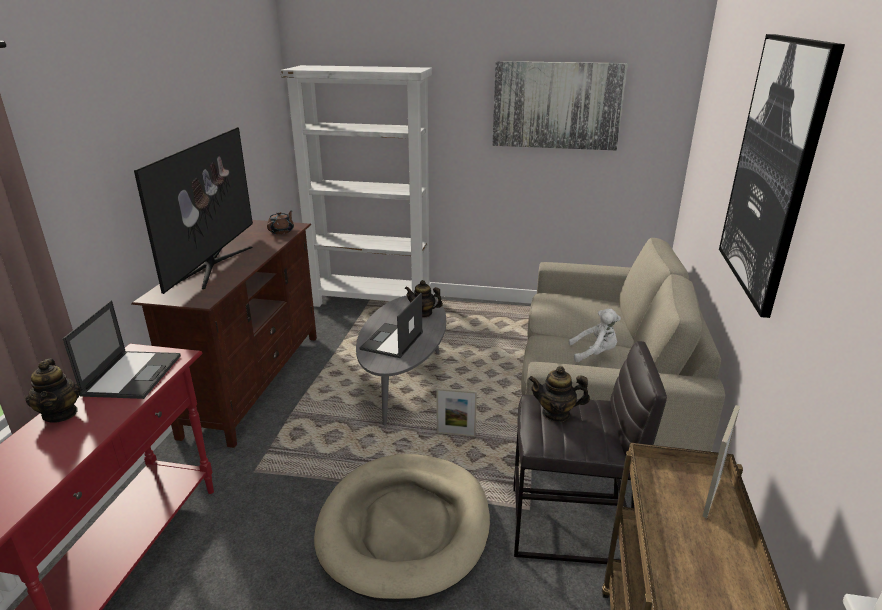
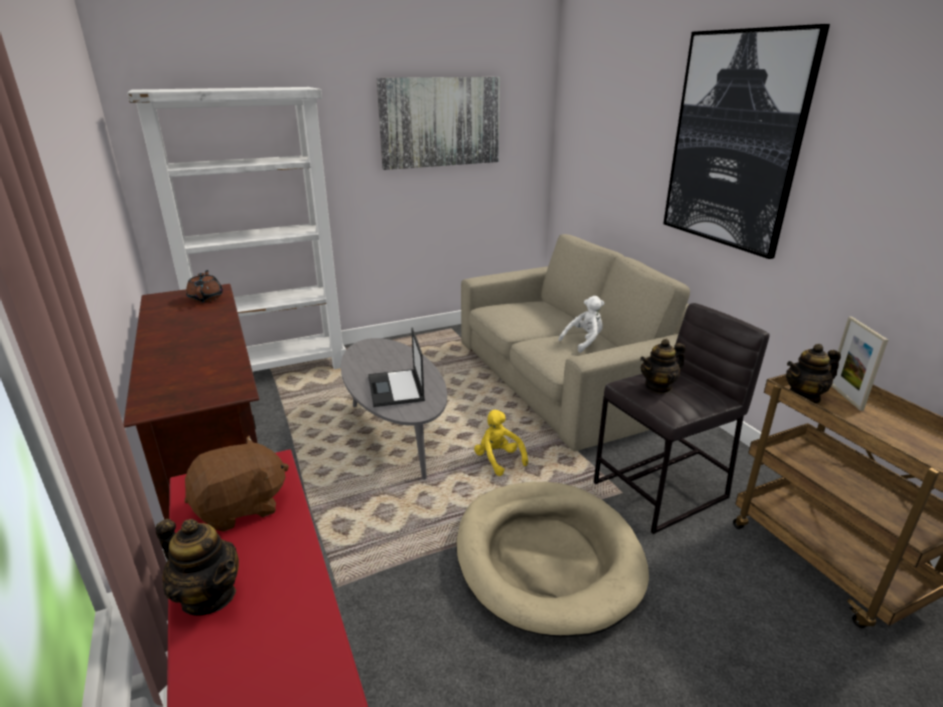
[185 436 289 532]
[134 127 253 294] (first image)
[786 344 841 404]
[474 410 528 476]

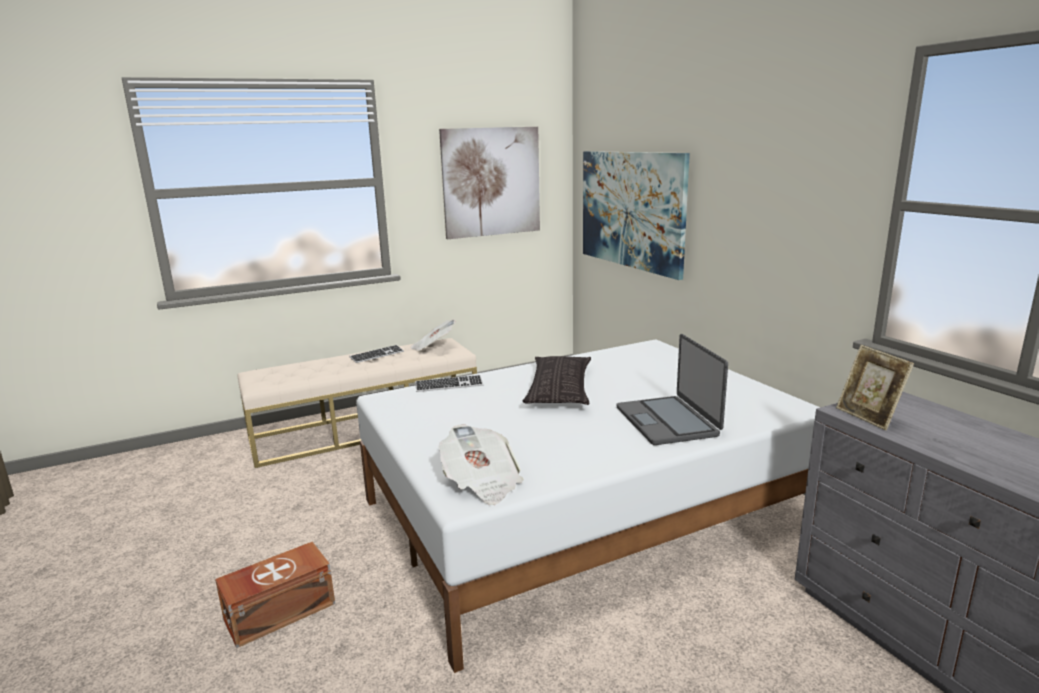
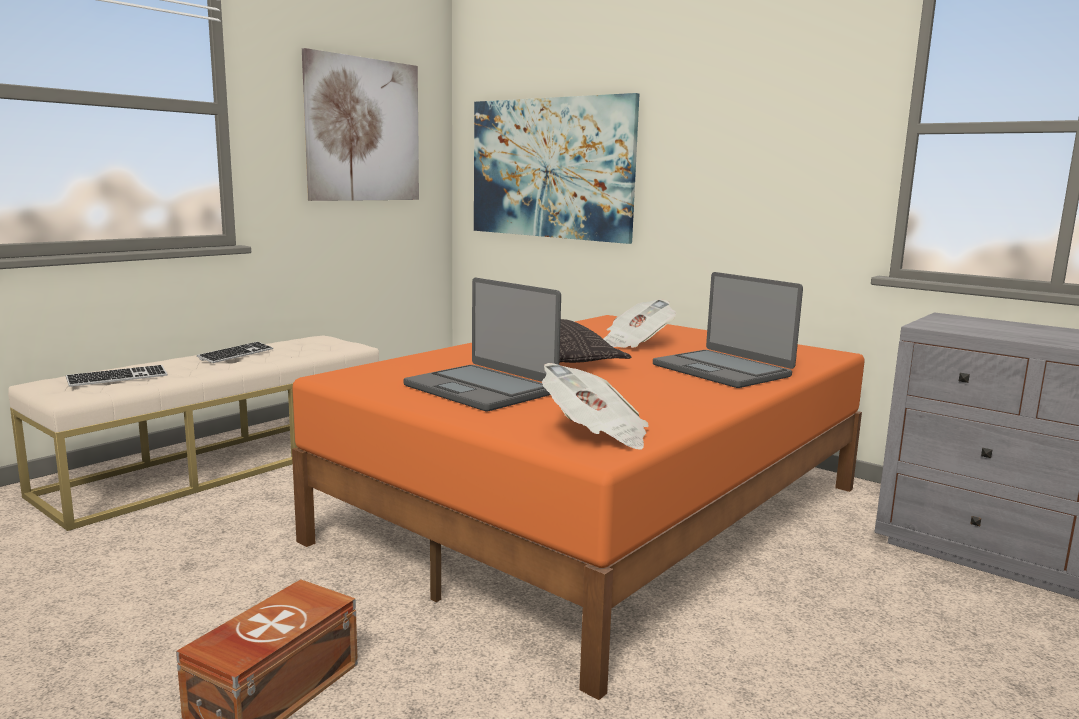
[292 315 865 700]
[604 299 676 348]
[66 365 167 387]
[836 345 914 430] (first image)
[403 278 561 411]

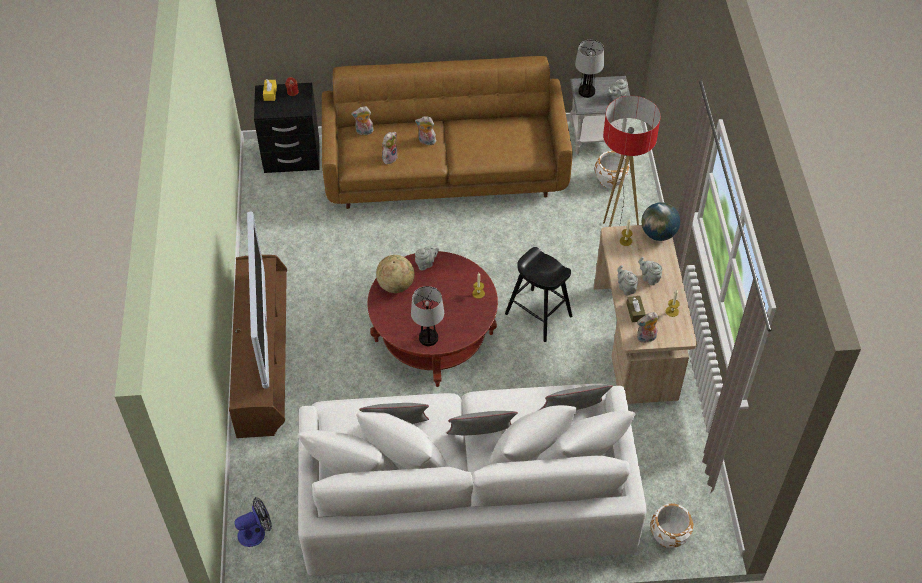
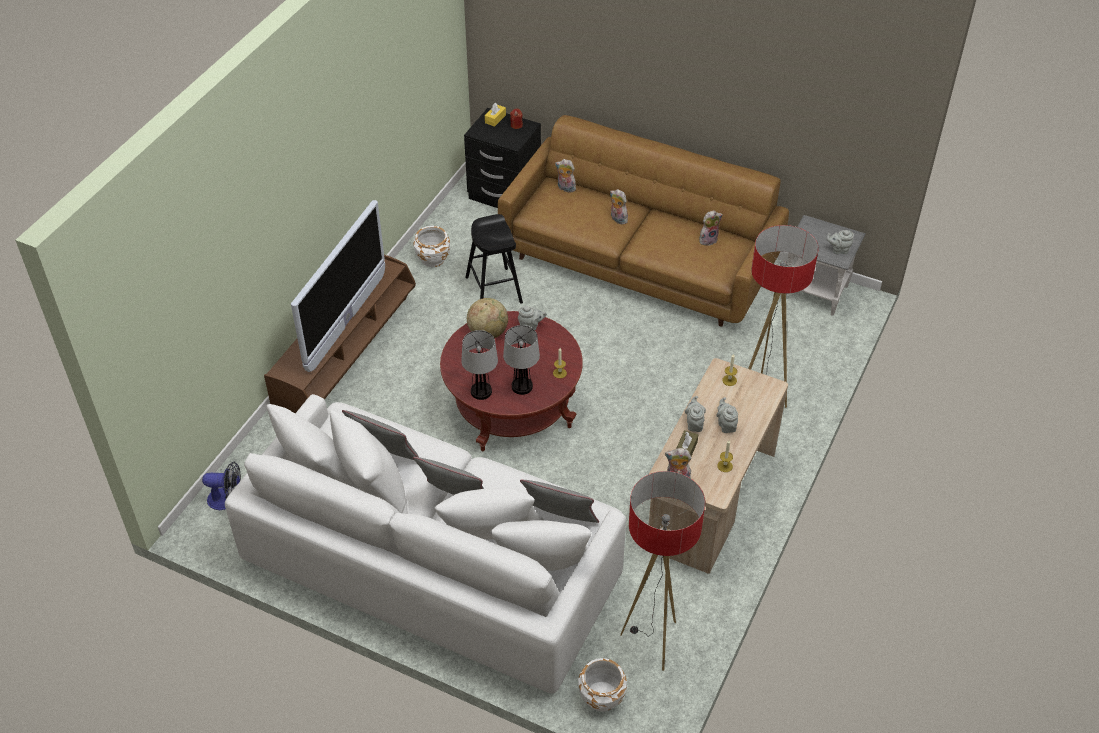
[699 211 723 247]
[465 214 523 304]
[503 325 540 395]
[413 226 450 267]
[642 202 680 241] (first image)
[620 471 705 671]

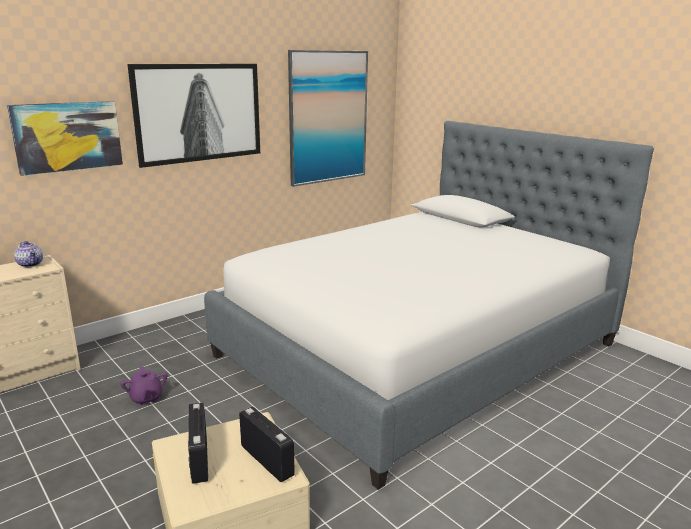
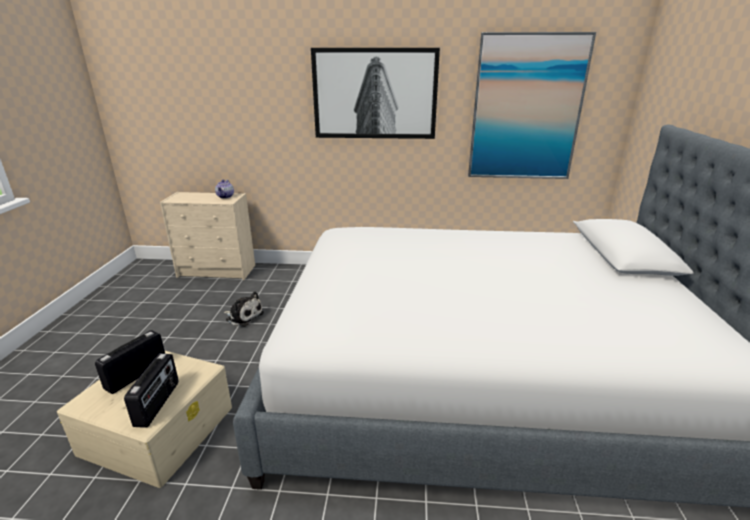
[7 101 123 176] (first image)
[223 292 264 327]

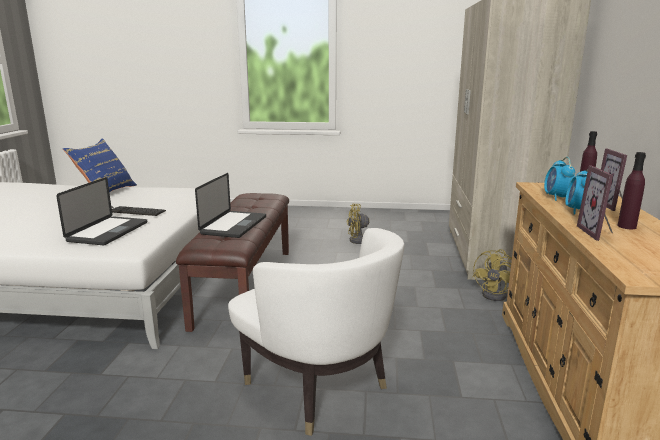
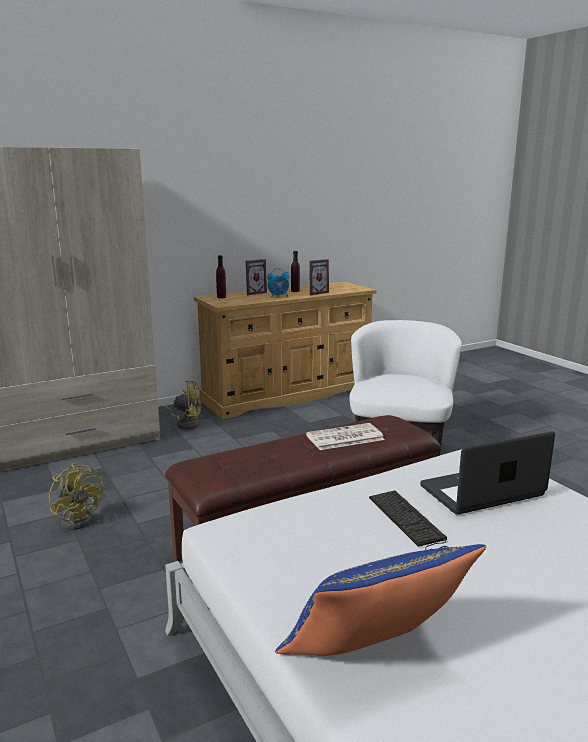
[306 423 385 450]
[544 157 575 201] (first image)

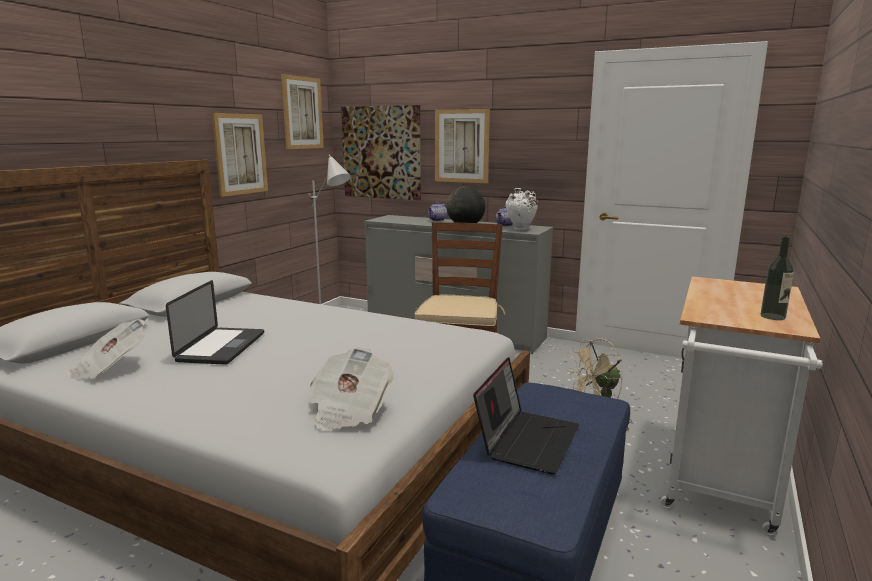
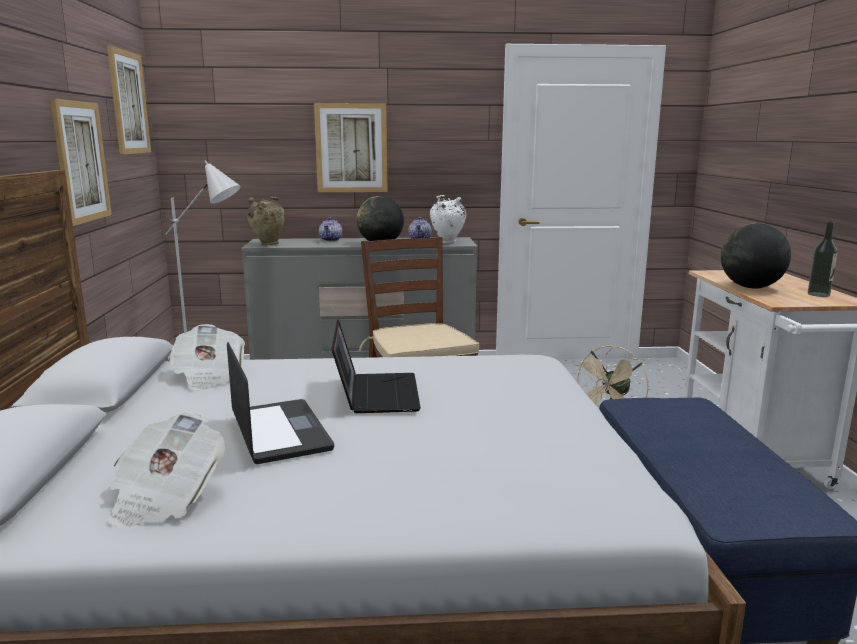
[168 324 245 391]
[341 105 421 200] (first image)
[331 320 421 413]
[246 196 285 246]
[721 223 791 289]

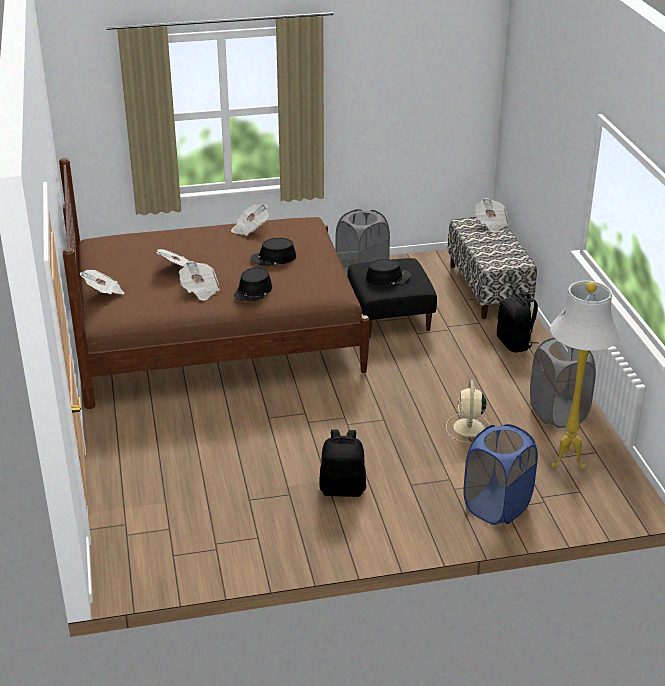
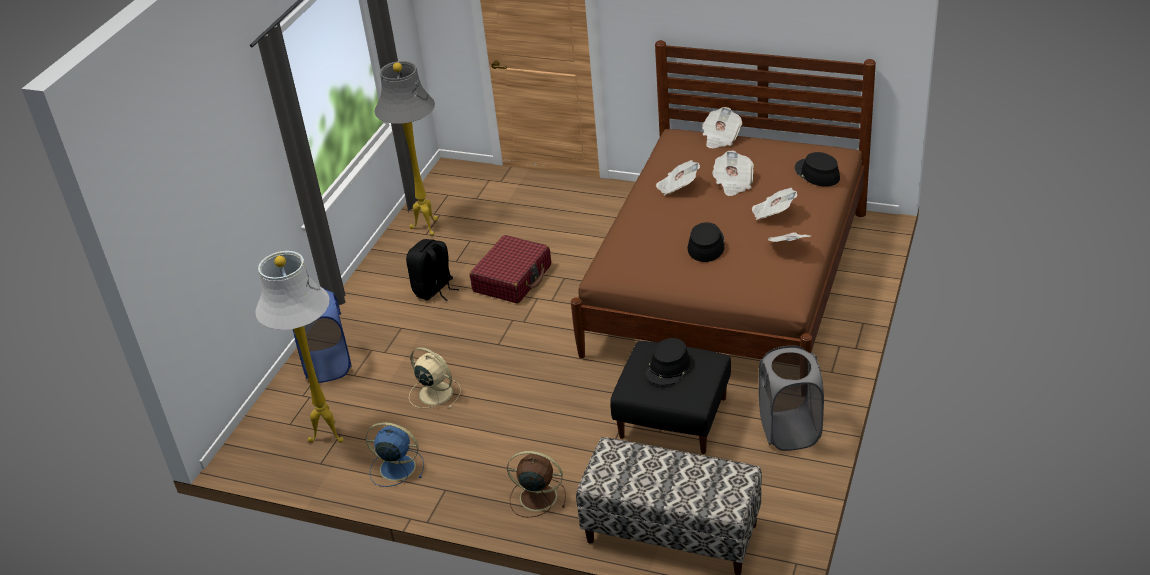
[795 152 840 187]
[752 188 797 220]
[507 451 566 518]
[366 422 424 487]
[375 61 438 236]
[470 235 551 304]

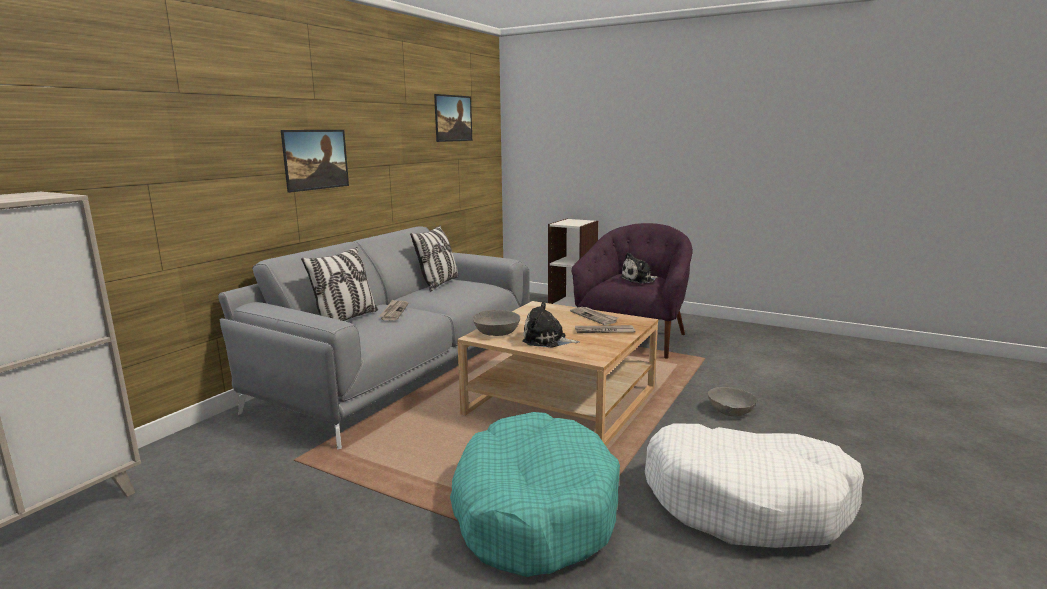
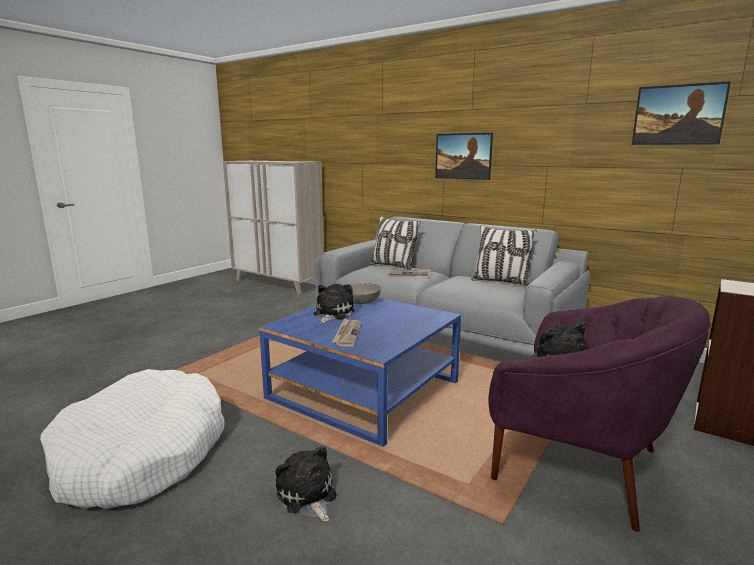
[450 412 620 577] (first image)
[259 298 461 447]
[570 307 618 325] (first image)
[275 446 336 522]

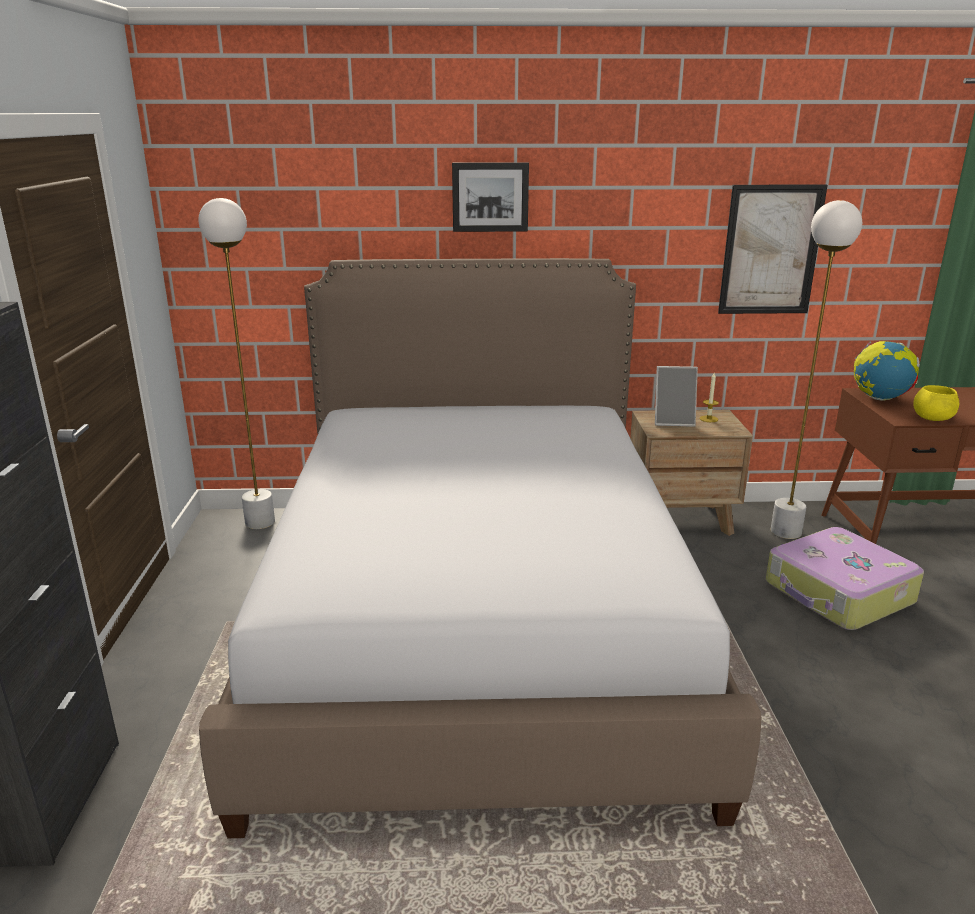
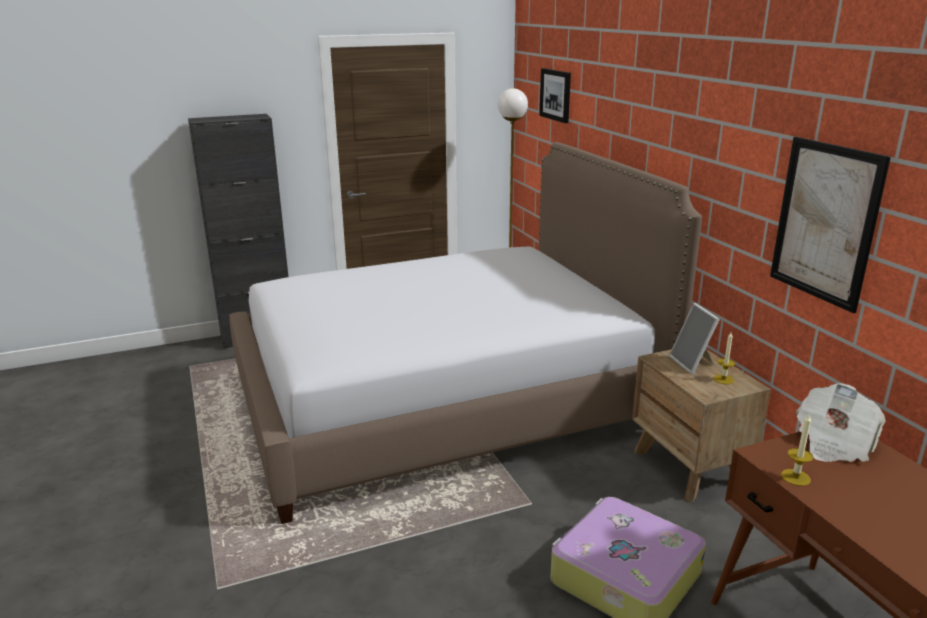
[539 68 571 123]
[771 200 862 539] (first image)
[796 383 886 462]
[781 414 813 486]

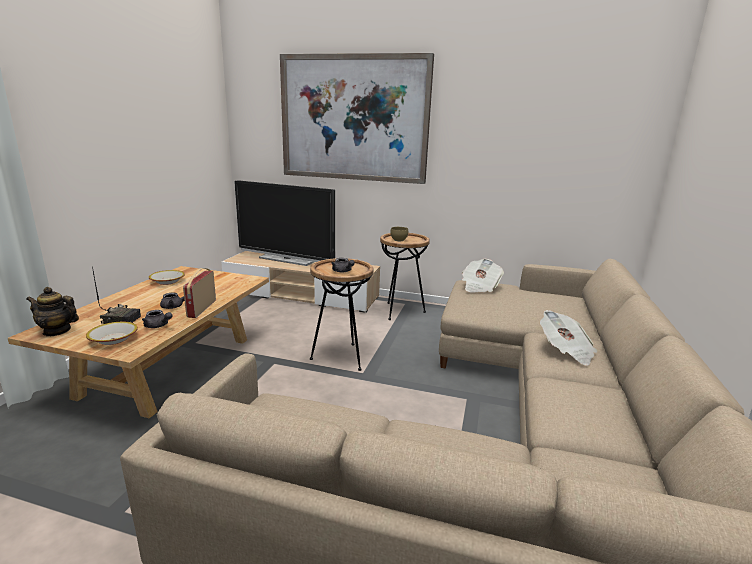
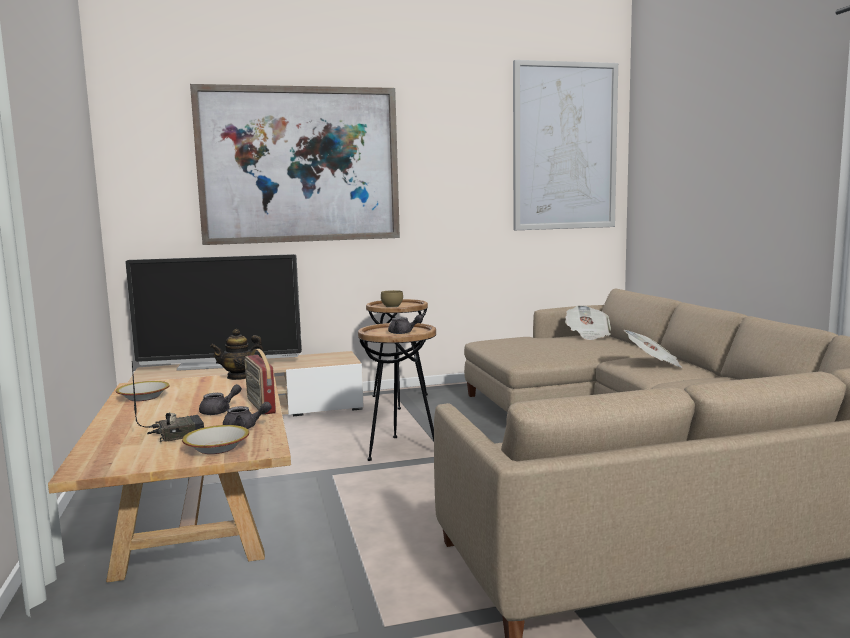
[210 329 266 380]
[565 305 611 340]
[513 60 618 230]

